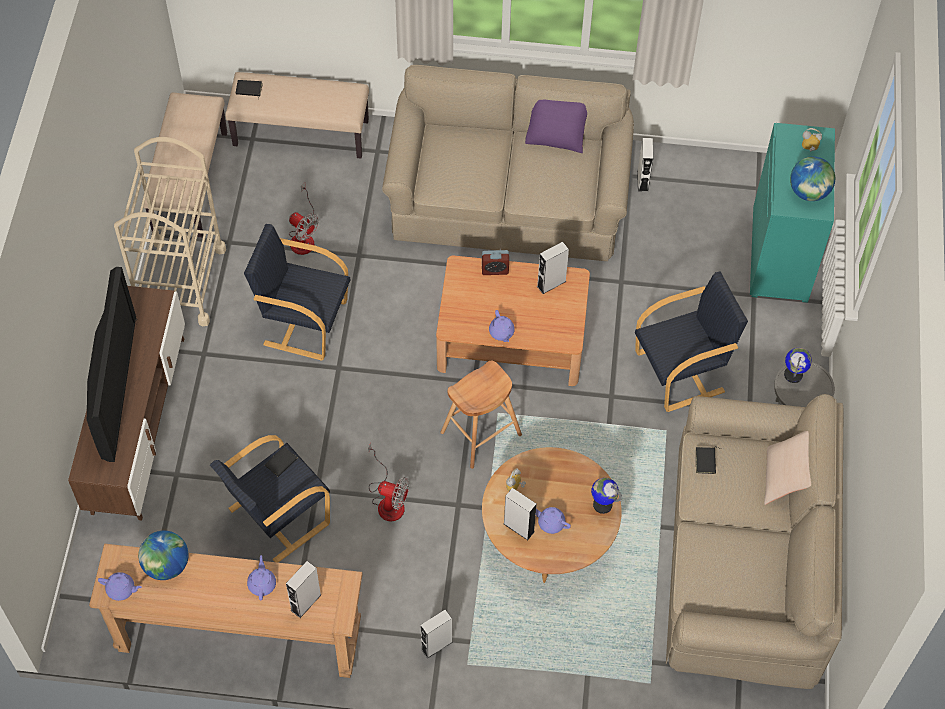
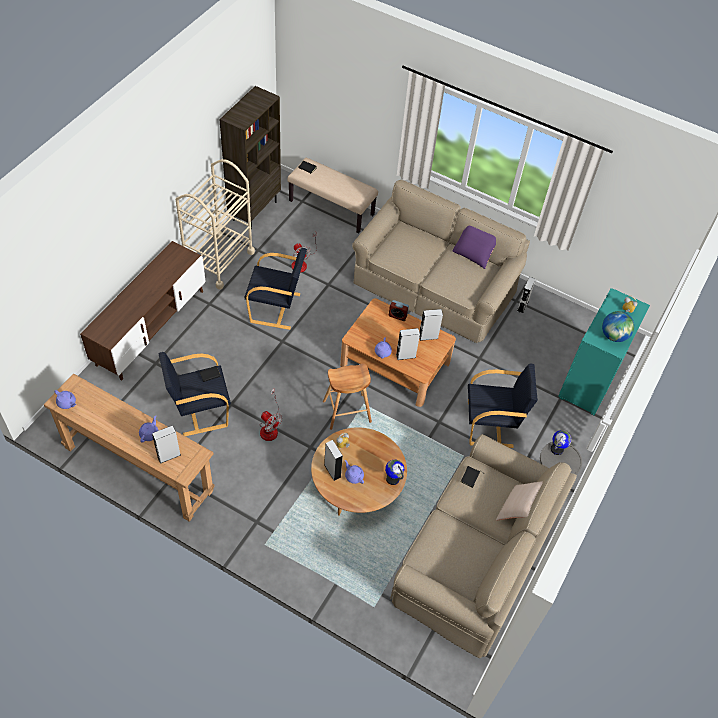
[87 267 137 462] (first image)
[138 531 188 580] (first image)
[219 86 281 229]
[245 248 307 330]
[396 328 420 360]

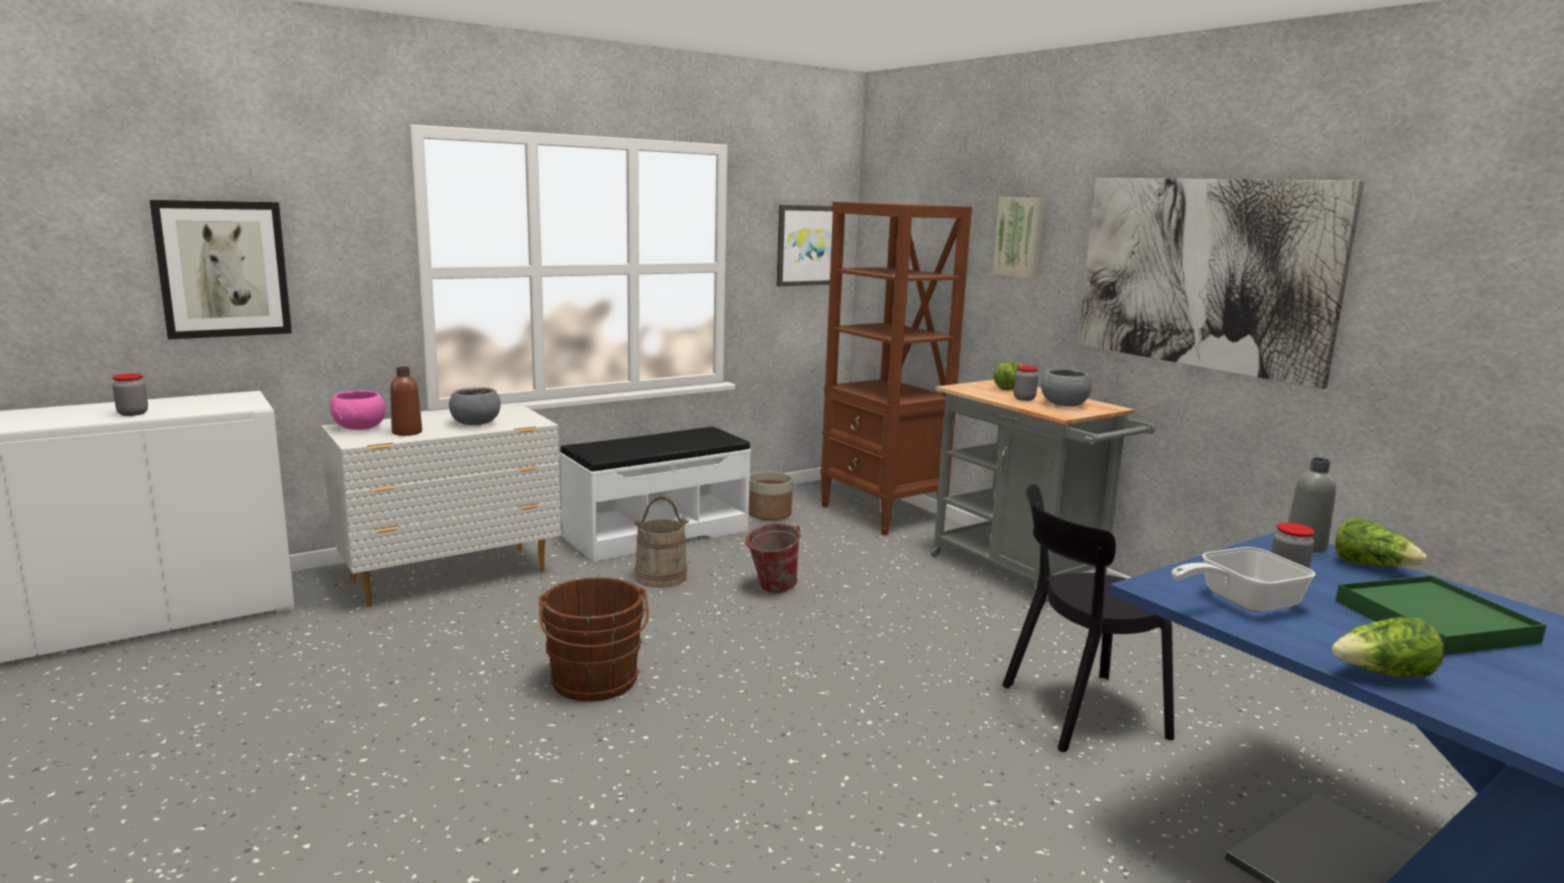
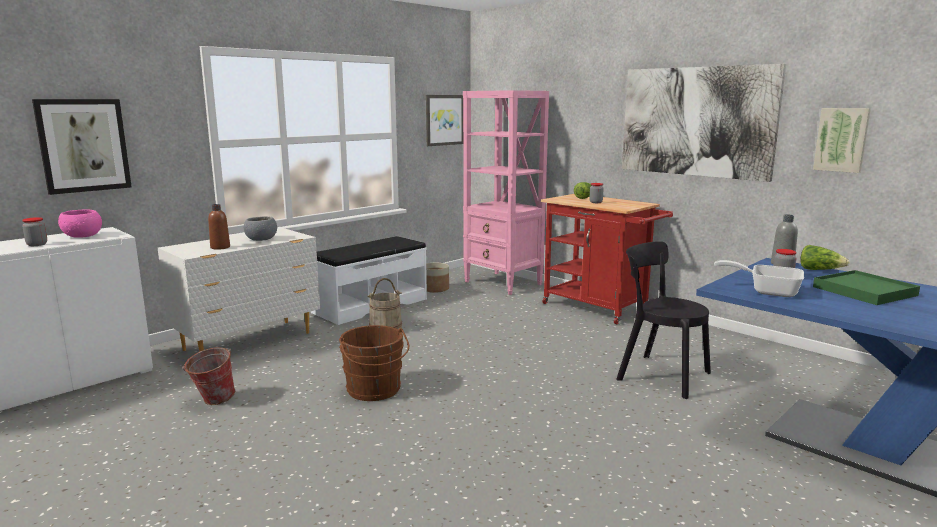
[58 210 102 238]
[182 347 235 405]
[463 90 549 295]
[541 194 673 324]
[813 108 871 173]
[616 241 711 399]
[1041 369 1092 406] (first image)
[714 260 804 297]
[1332 617 1444 677] (first image)

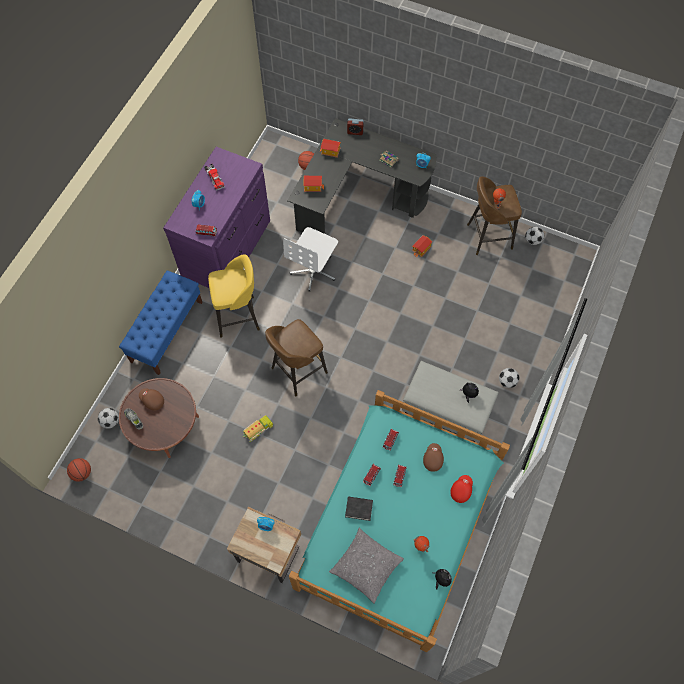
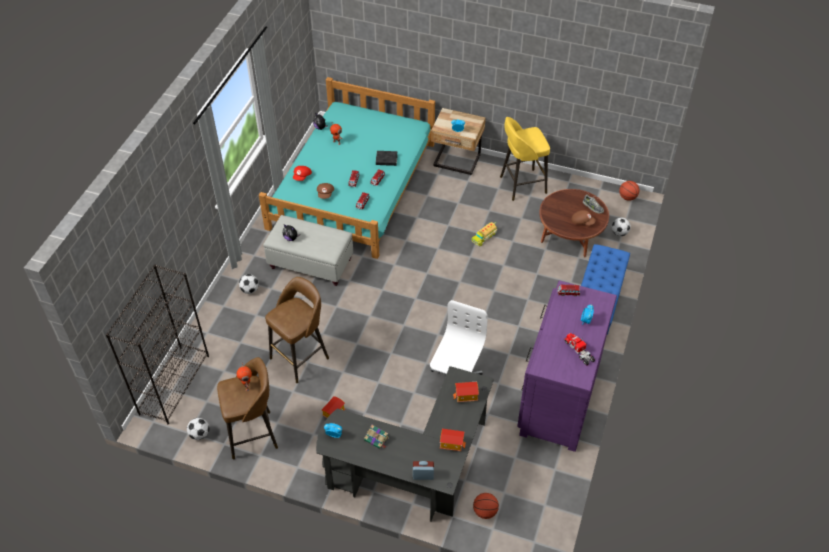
[500 117 550 201]
[265 277 329 383]
[329 528 404 604] (first image)
[106 265 209 424]

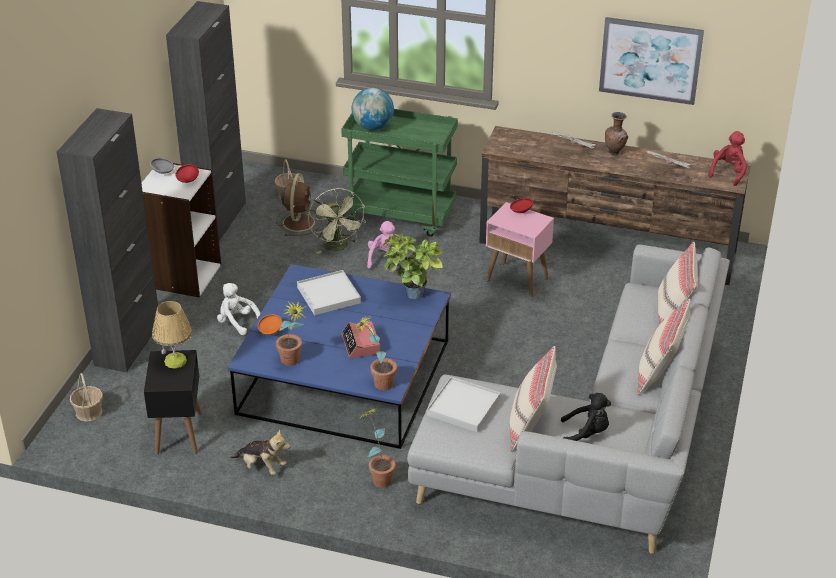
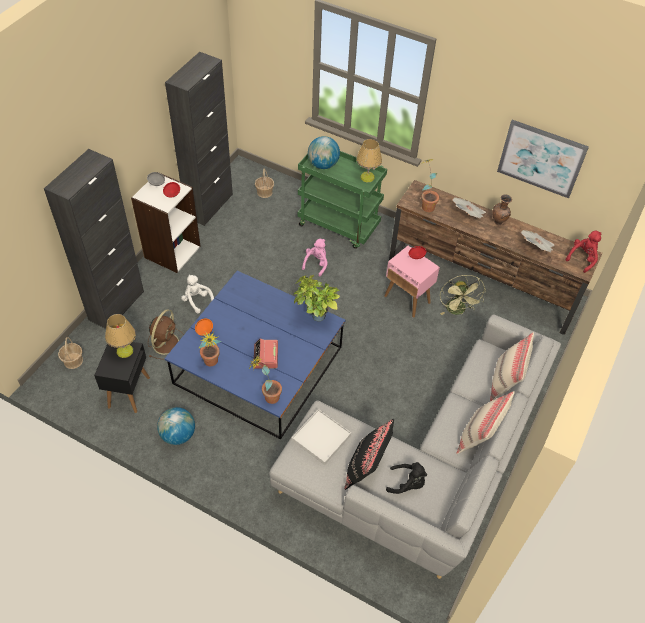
[157 407 195 445]
[148 309 184 359]
[297 270 361 315] (first image)
[440 275 486 315]
[421 159 439 212]
[344 419 394 490]
[356 139 382 182]

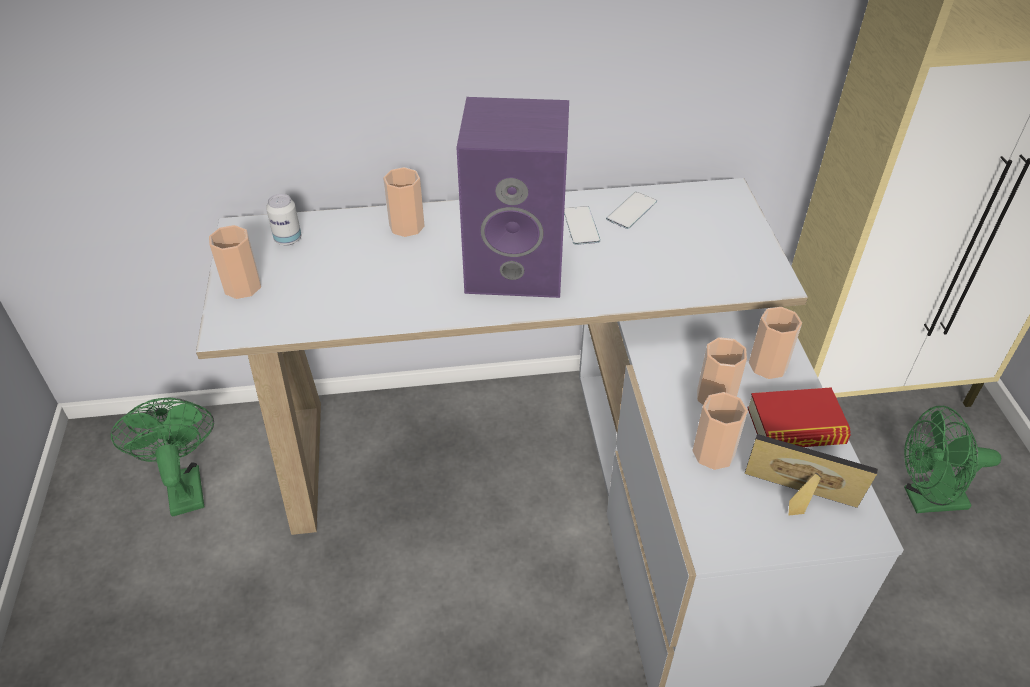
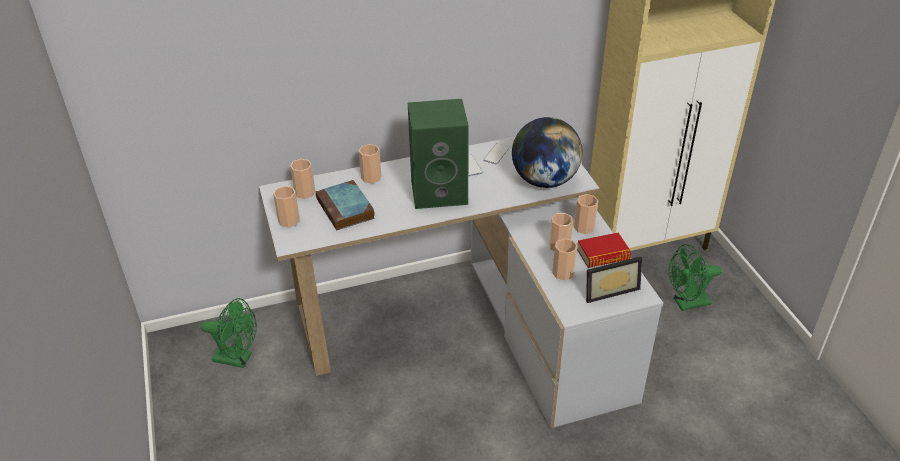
[201 298 257 368]
[290 159 316 199]
[408 99 469 209]
[586 256 642 303]
[316 180 375 230]
[512 117 583 188]

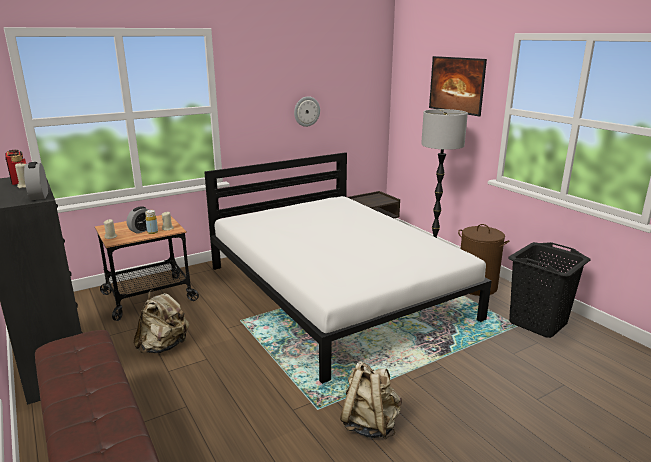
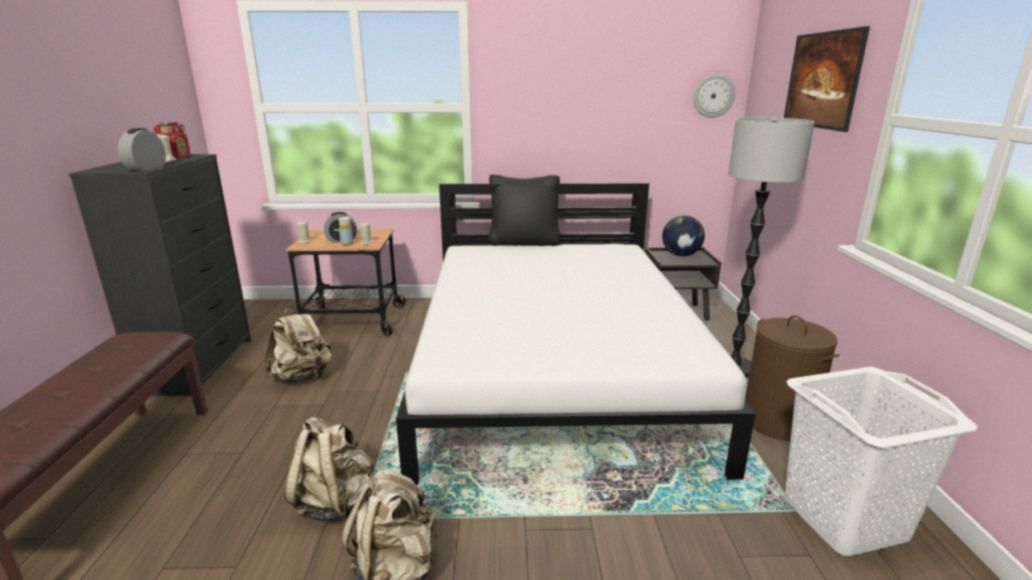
[694 74 735 118]
[784 367 978 556]
[284 417 374 522]
[488 174 561 246]
[662 215 705 256]

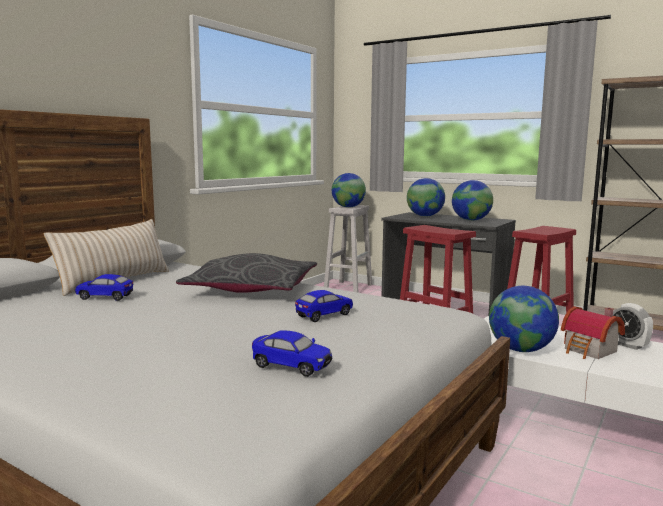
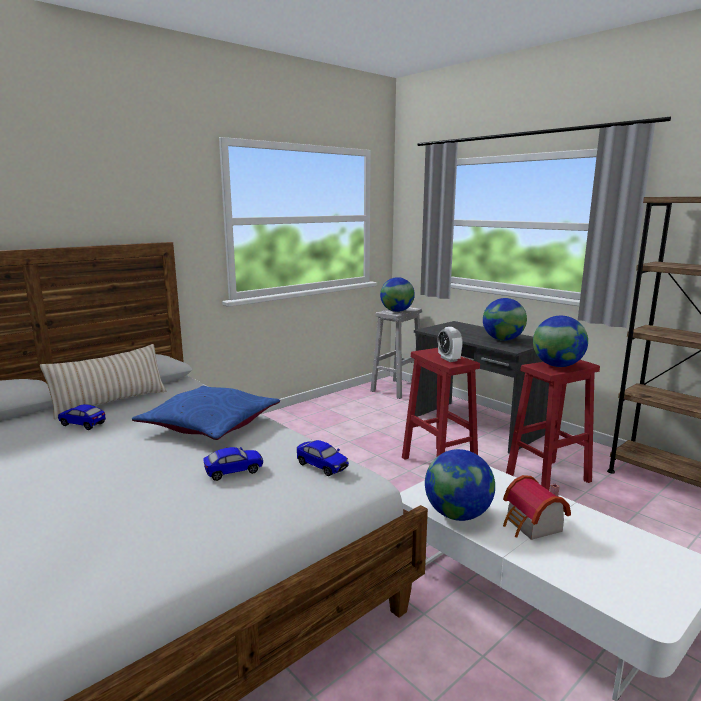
[132 386 280 440]
[297 440 349 477]
[533 316 588 367]
[437 327 463 362]

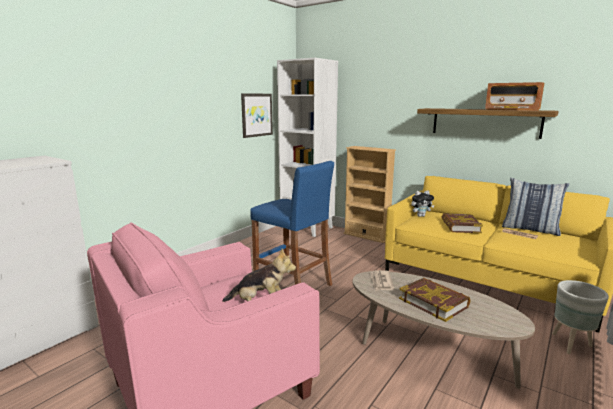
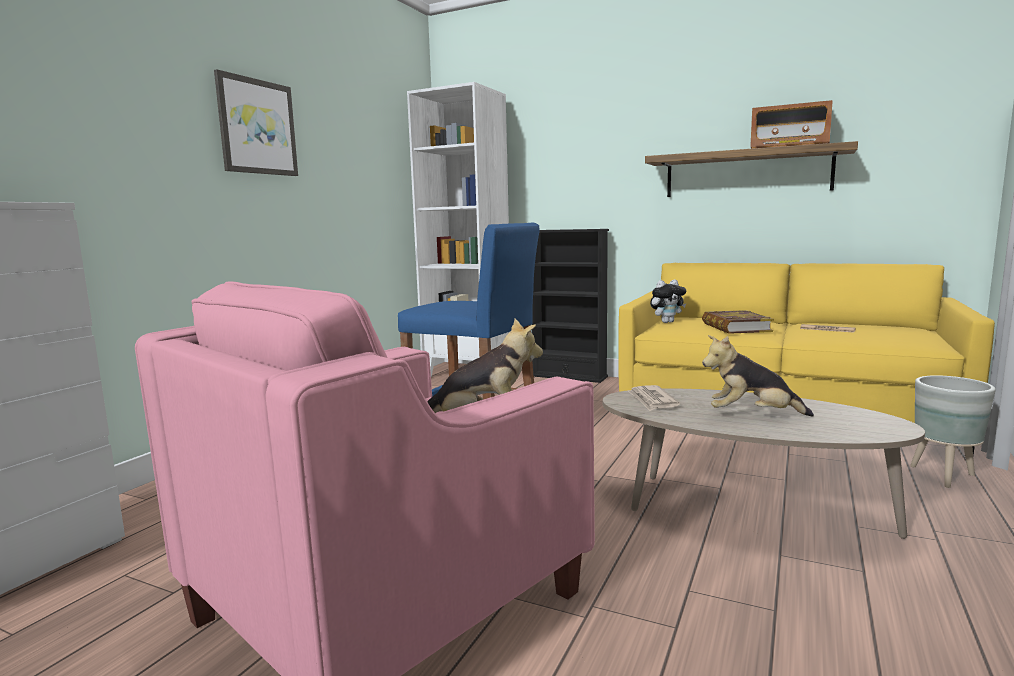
[214 69 298 176]
[531 229 609 383]
[702 335 814 417]
[502 178 569 236] (first image)

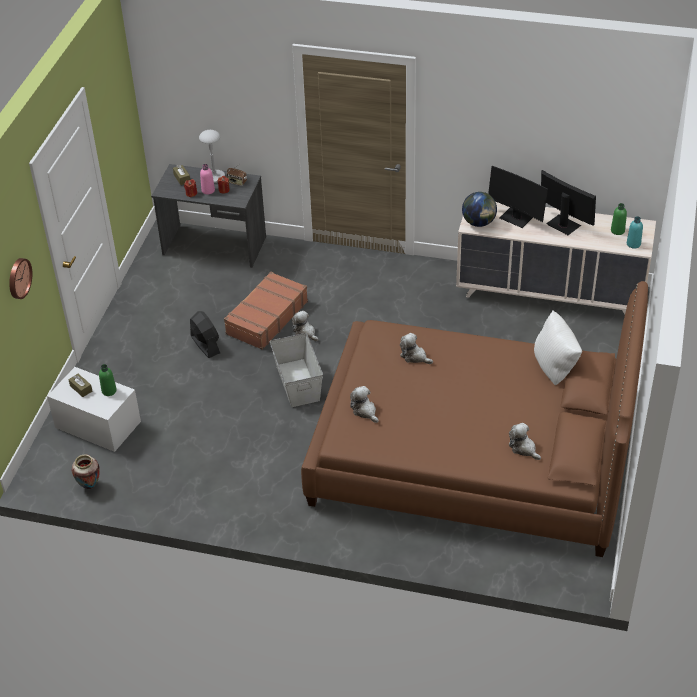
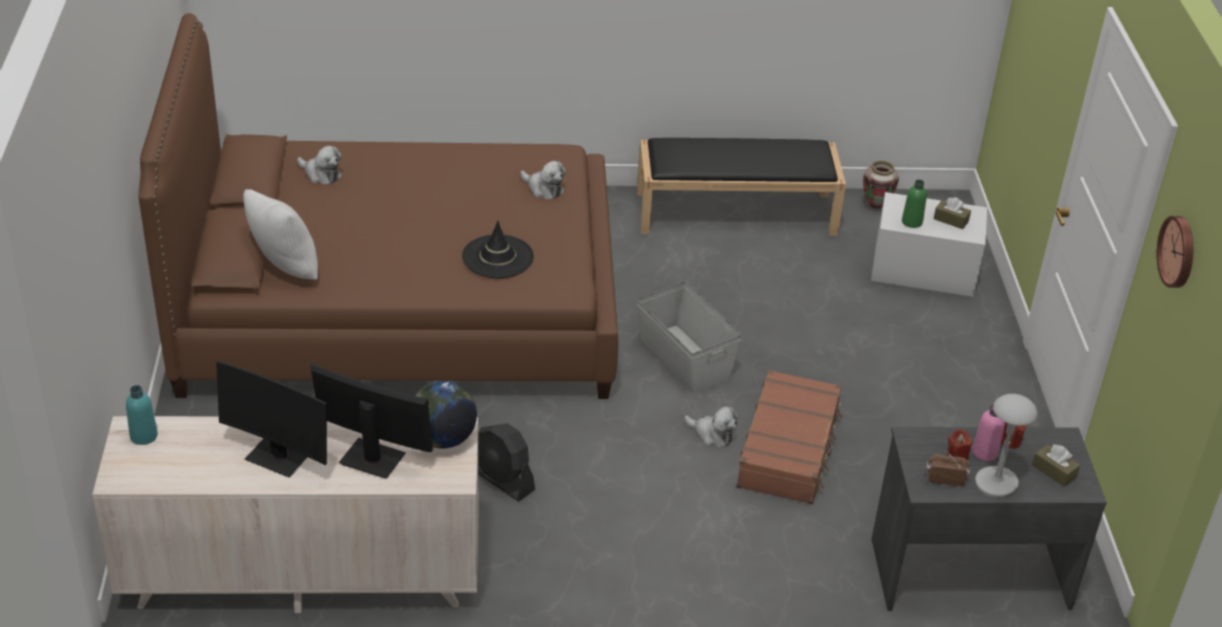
[1157 216 1193 288]
[478 423 535 501]
[462 221 534 278]
[611 203 627 235] (first image)
[637 138 846 236]

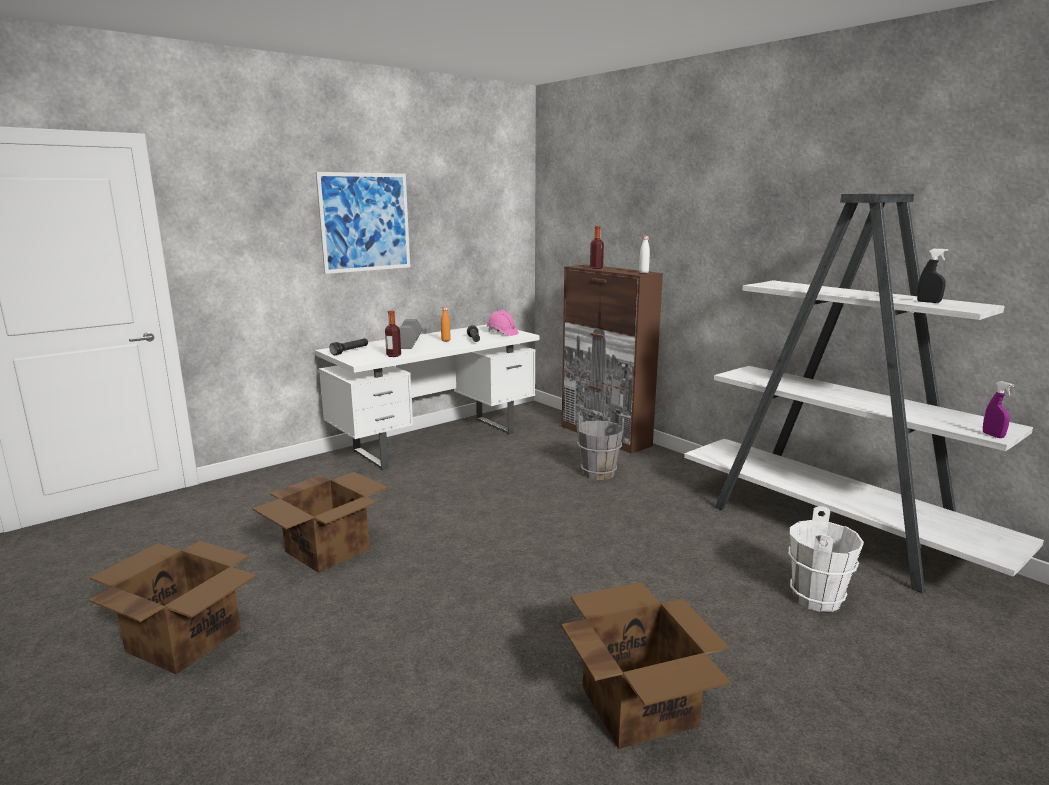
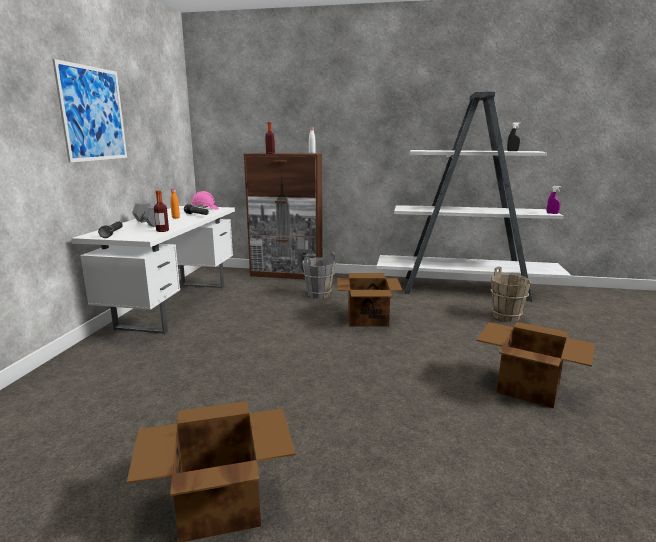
[337 273 403 327]
[491 266 531 322]

